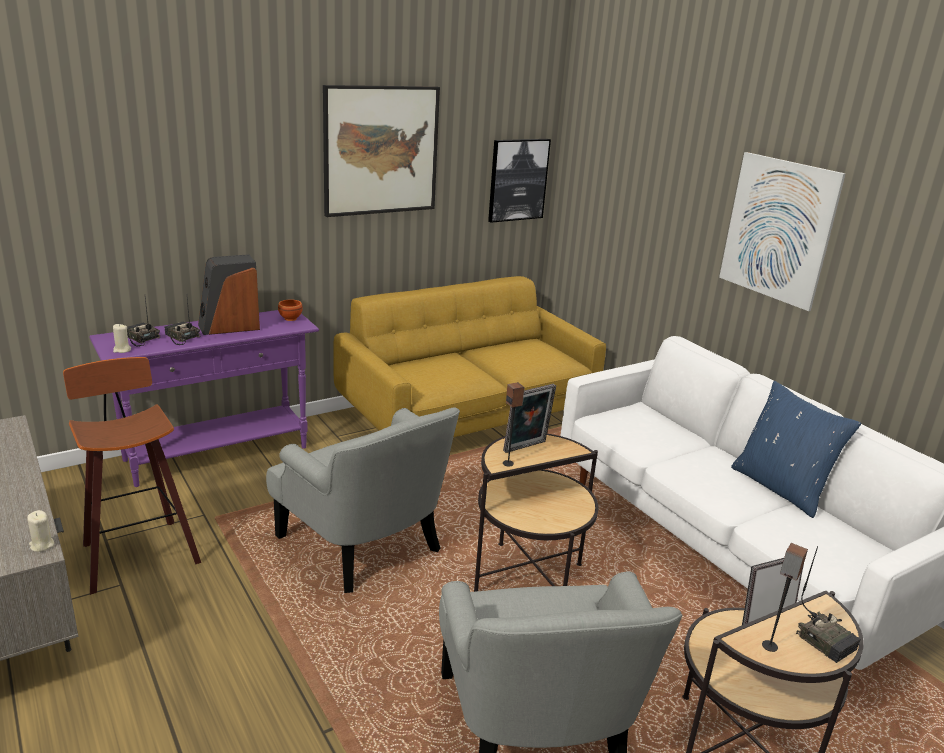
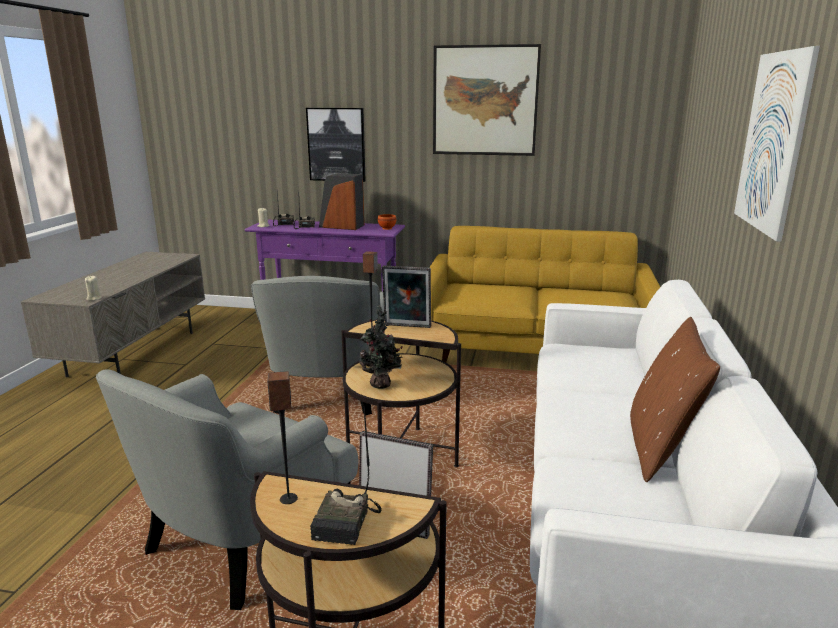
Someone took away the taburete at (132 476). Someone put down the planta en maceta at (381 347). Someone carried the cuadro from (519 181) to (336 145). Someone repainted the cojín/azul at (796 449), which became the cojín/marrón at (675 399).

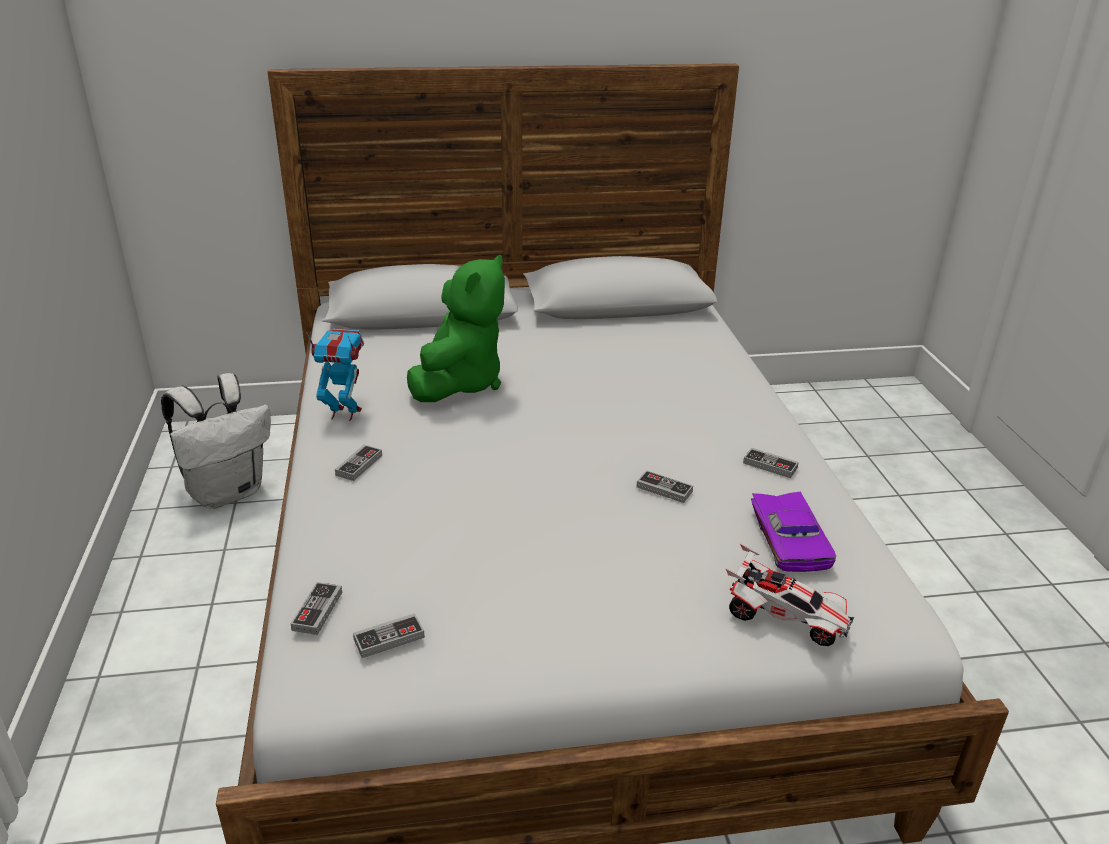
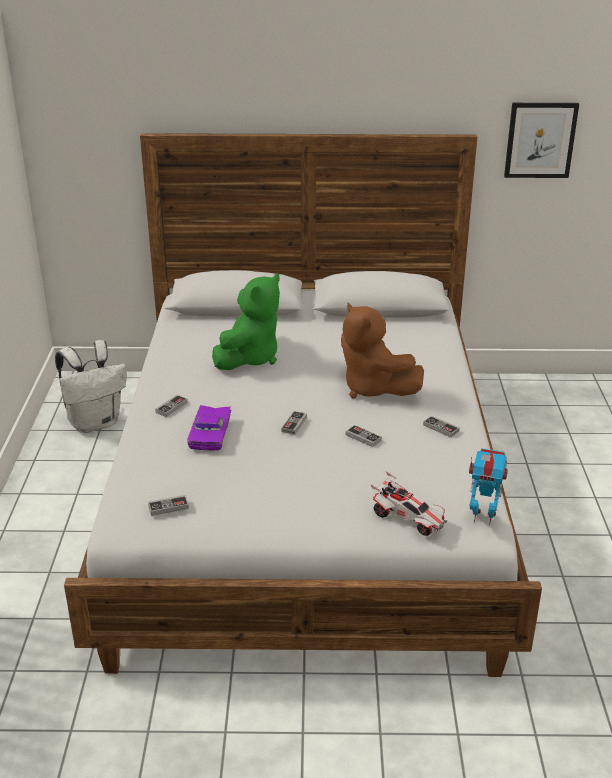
Someone put down the peluche/marrón at (382 350). Someone put up the cuadro at (541 140). Someone carried the mando de consola from (316 608) to (294 423). Someone carried the robot de juguete from (335 375) to (488 486). Someone carried the coche de juguete/morado from (793 532) to (209 427).

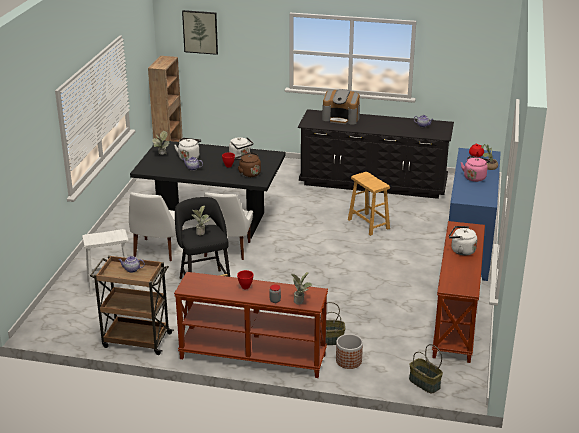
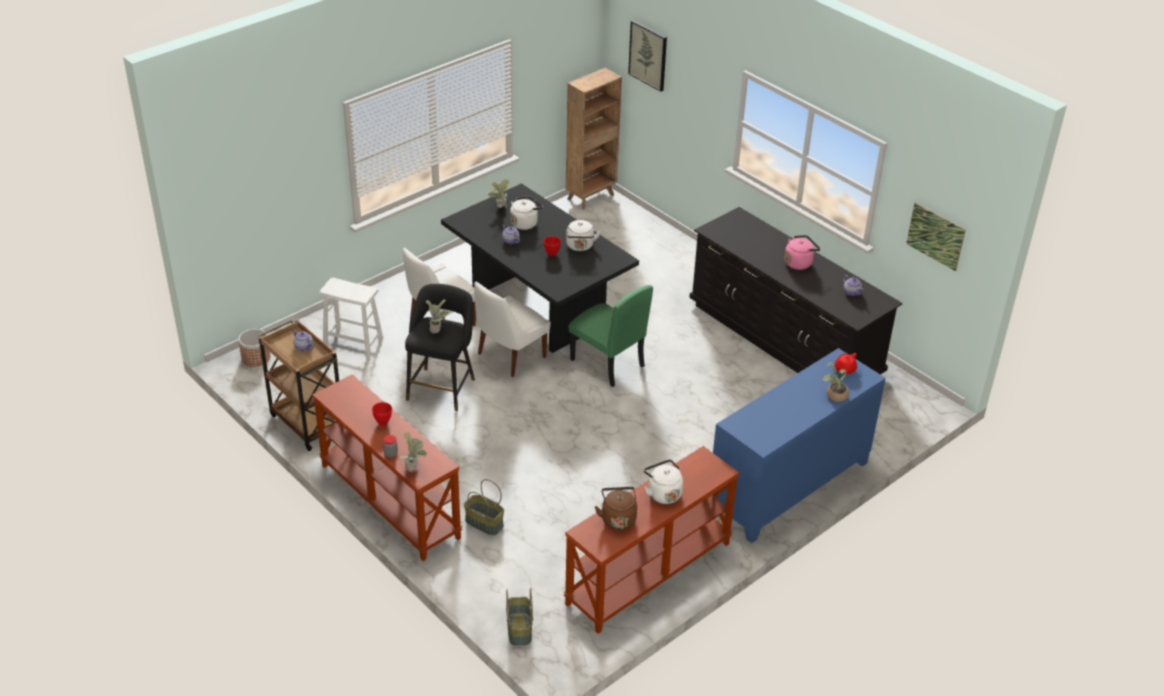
Someone took away the cafetera at (341 107). Someone took away the taburete/marrón at (369 204). Someone put down the silla/verde at (611 336). Someone put up the cuadro at (936 237). Someone carried the hervidor/marrón from (248 164) to (616 508). Someone carried the maceta from (349 351) to (254 348). Someone carried the hervidor/rosa from (475 169) to (802 252).

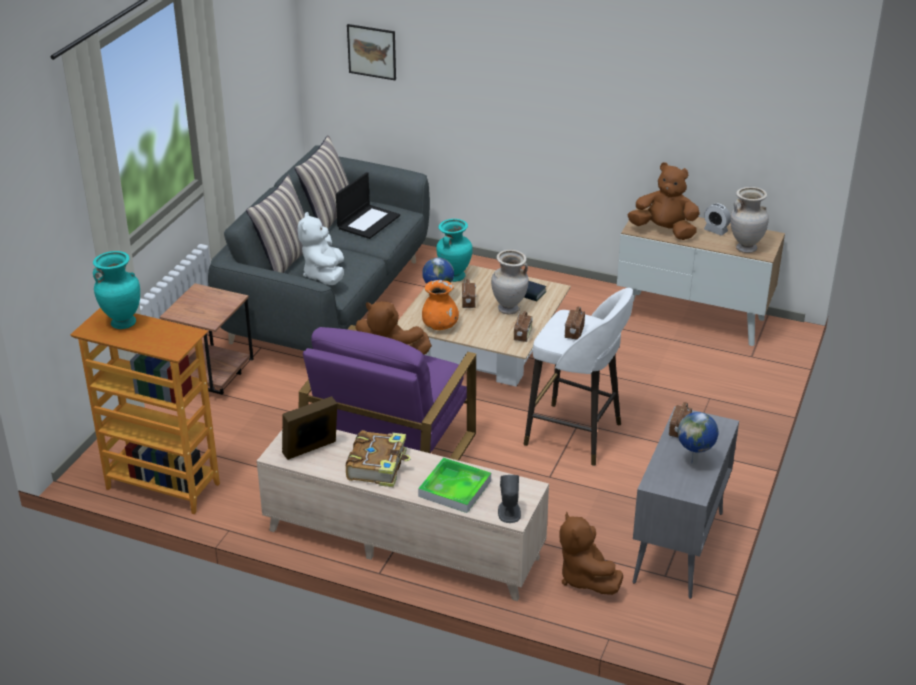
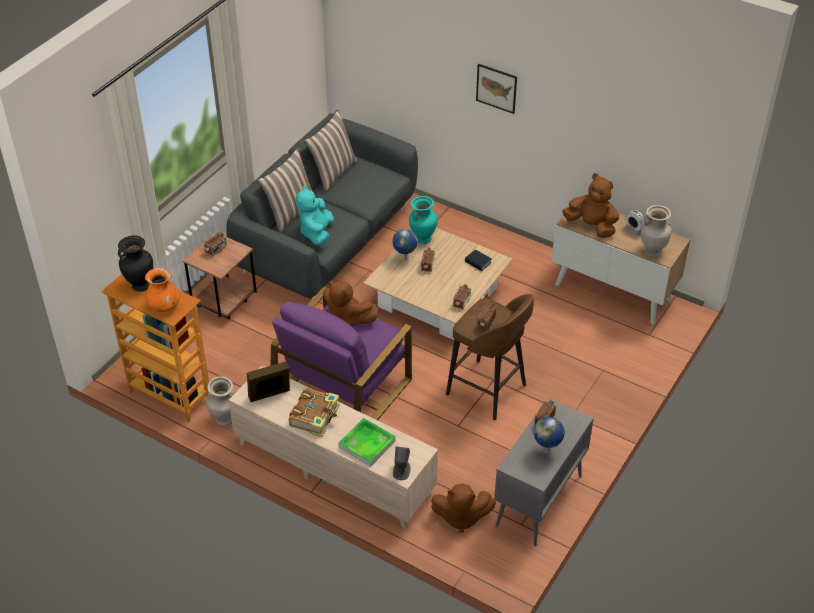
Someone took away the portátil at (368 205). Someone put down the radio at (215 242). Someone carried the cuadro from (371 52) to (496 89). Someone carried the florero/naranja from (440 305) to (162 290). Someone carried the florero/beis from (510 282) to (221 401). Someone repainted the florero/turquesa at (116 290), which became the florero/negro at (135 263). Someone repainted the peluche/blanco at (321 248), which became the peluche/turquesa at (315 215). Someone repainted the taburete/blanco at (578 377), which became the taburete/marrón at (490 357). Someone rotated the peluche/marrón at (591 553) by 75 degrees counterclockwise.

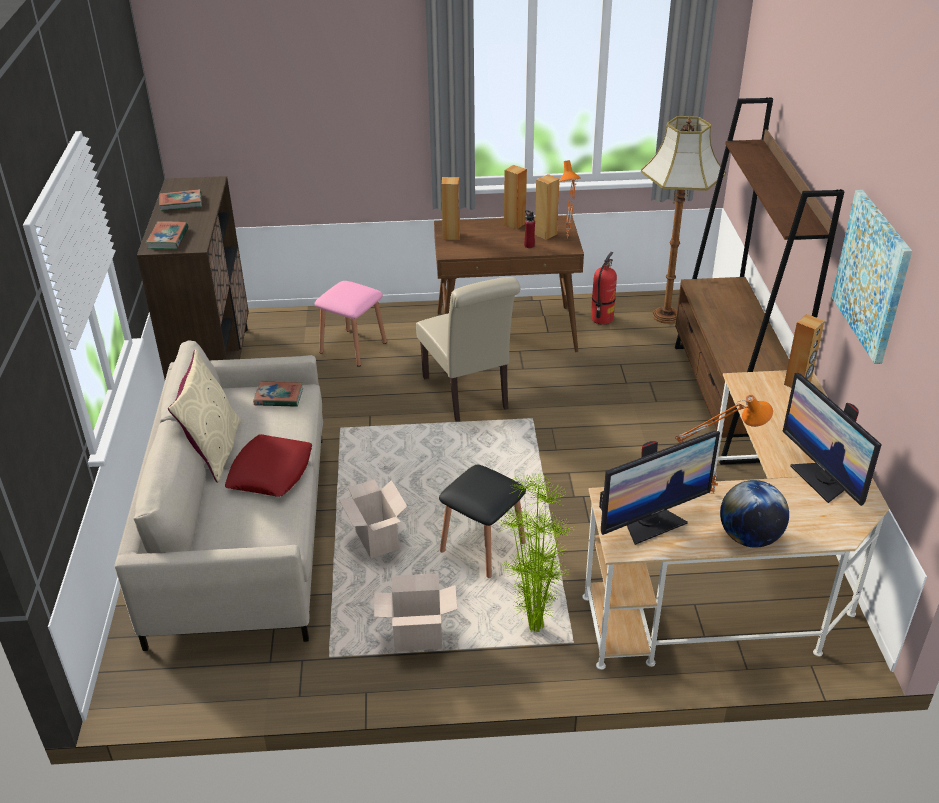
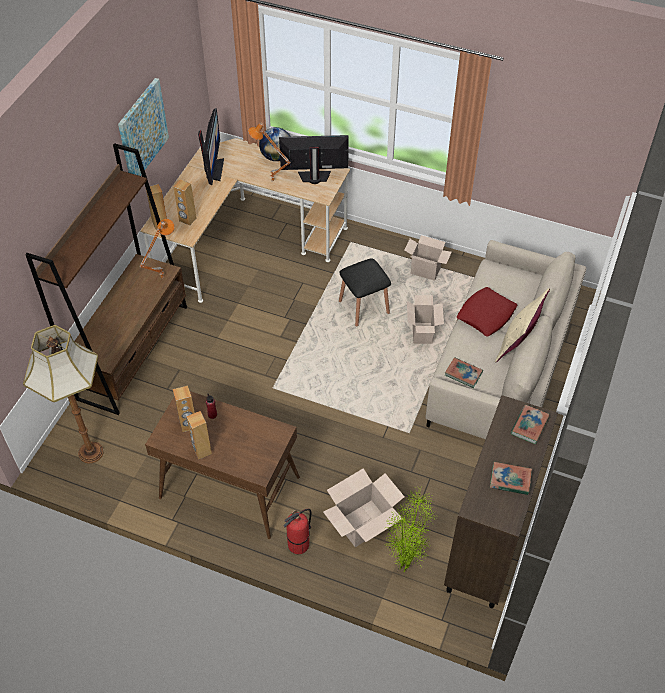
Someone took away the silla/beis at (468 349). Someone carried the altavoz/marrón from (451 208) to (185 202). Someone carried the planta en maceta from (536 553) to (410 531). Someone carried the lámpara de mesa/naranja from (570 199) to (157 249). Someone carried the extintor from (604 288) to (297 531). Someone swapped the taburete/rosa at (351 324) for the caja de cartón at (363 507).

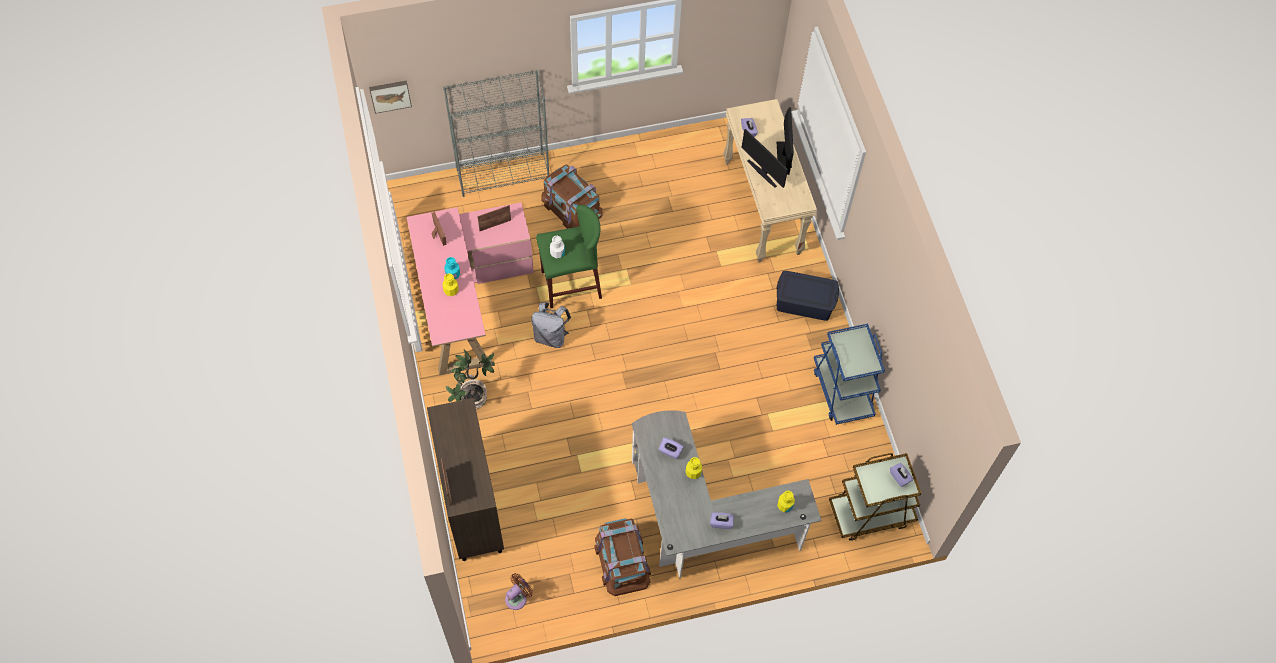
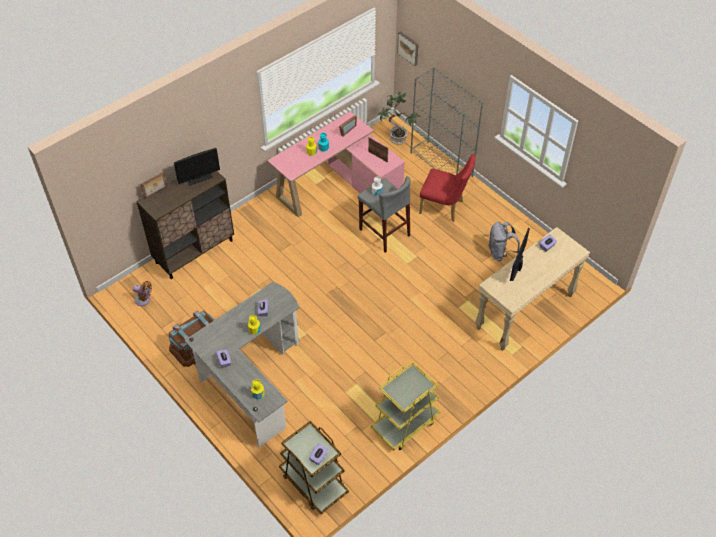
Someone took away the caja de almacenaje/azul at (807 296). Someone carried the planta en maceta from (470 379) to (399 118). Someone carried the mochila/gris from (551 325) to (504 241). Someone carried the monitor from (785 141) to (197 167). Someone swapped the caja de almacenaje/marrón at (572 196) for the silla/rojo at (447 188). Someone repainted the taburete/verde at (569 256), which became the taburete/gris at (384 214). Someone repainted the carrito/azul at (849 374), which became the carrito/amarillo at (406 406).

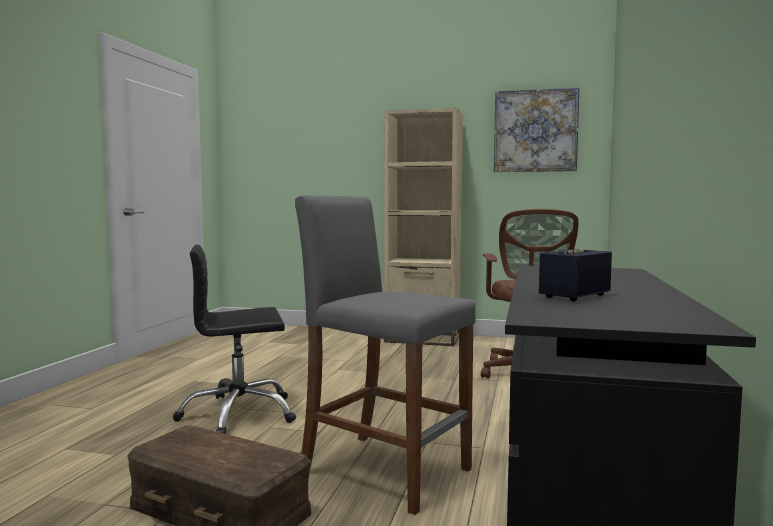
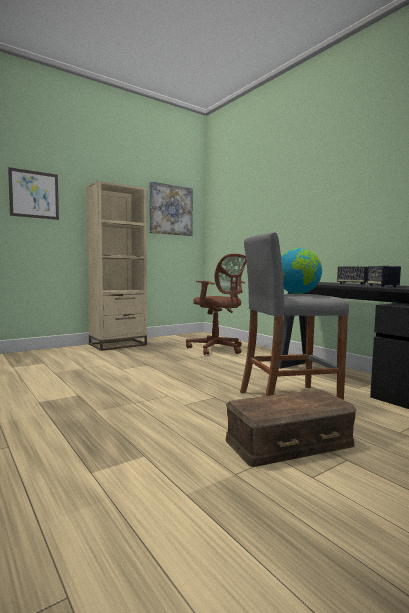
Someone took away the silla de oficina/negro at (234 339). Someone put up the cuadro at (33 193). Someone put down the globo terráqueo at (301 271). Someone put down the altavoz at (352 275).

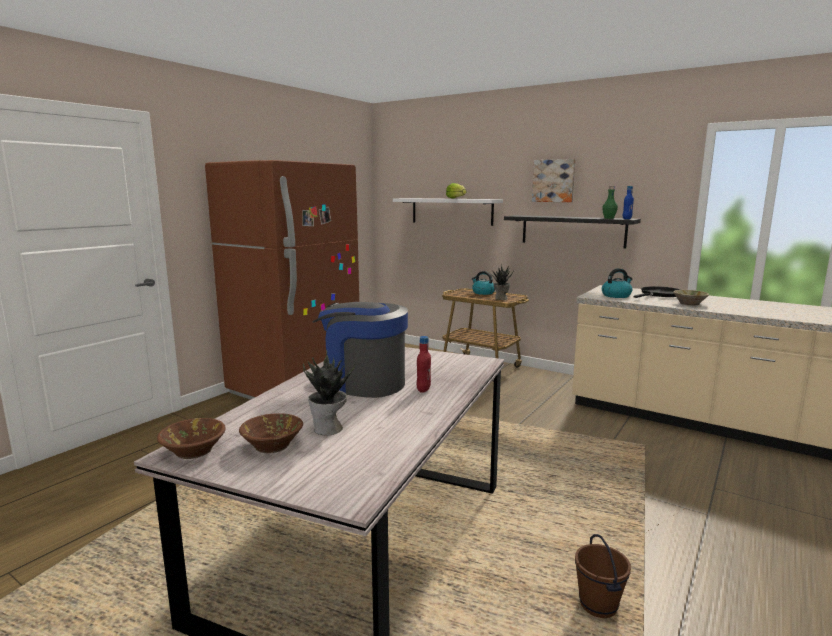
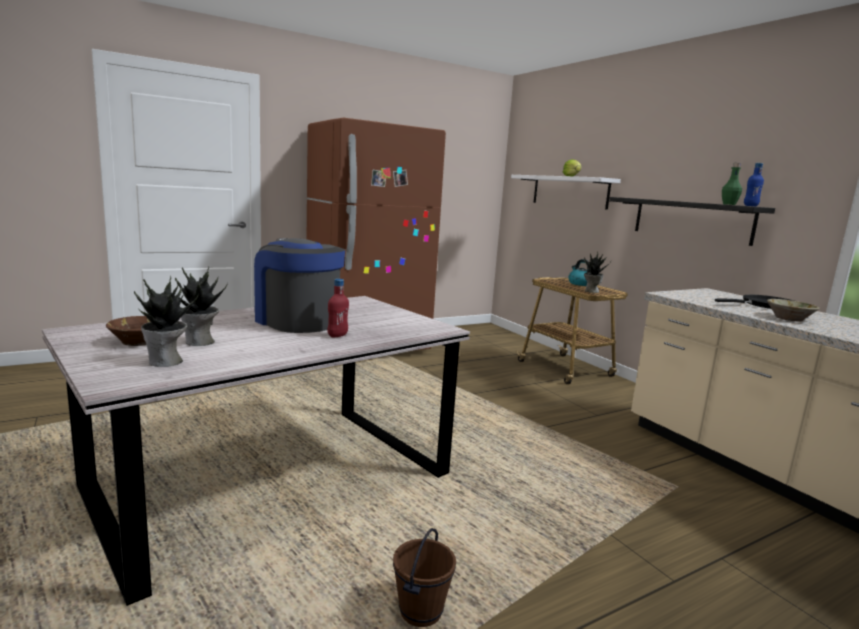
Someone took away the cuenco/marrón at (191 438). Someone took away the cuadro at (554 180). Someone took away the hervidor at (617 283). Someone put down the planta en maceta at (166 321).

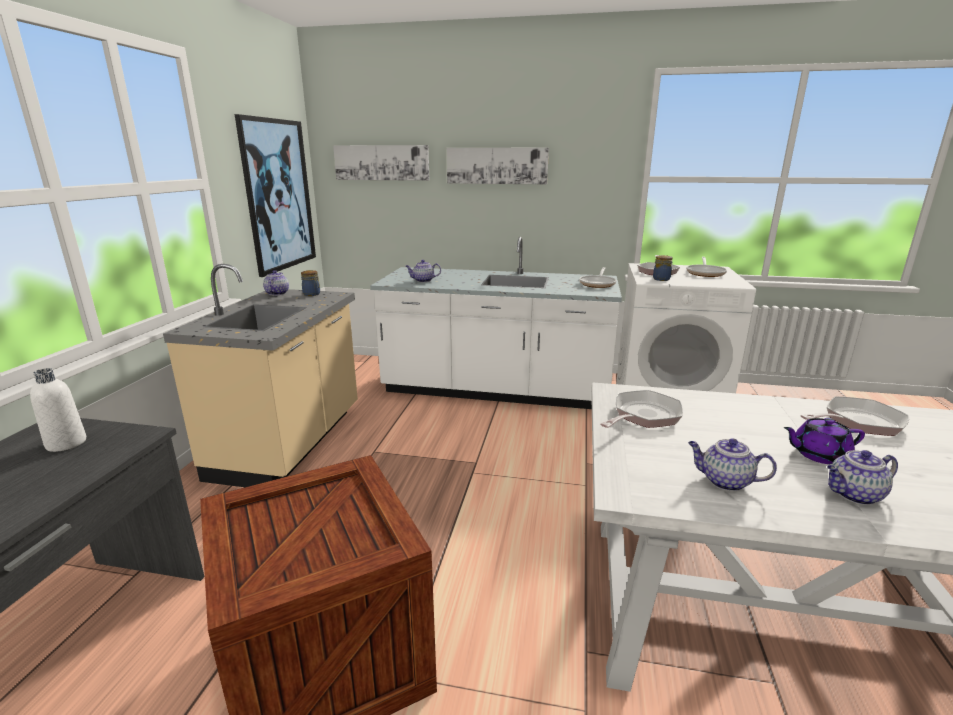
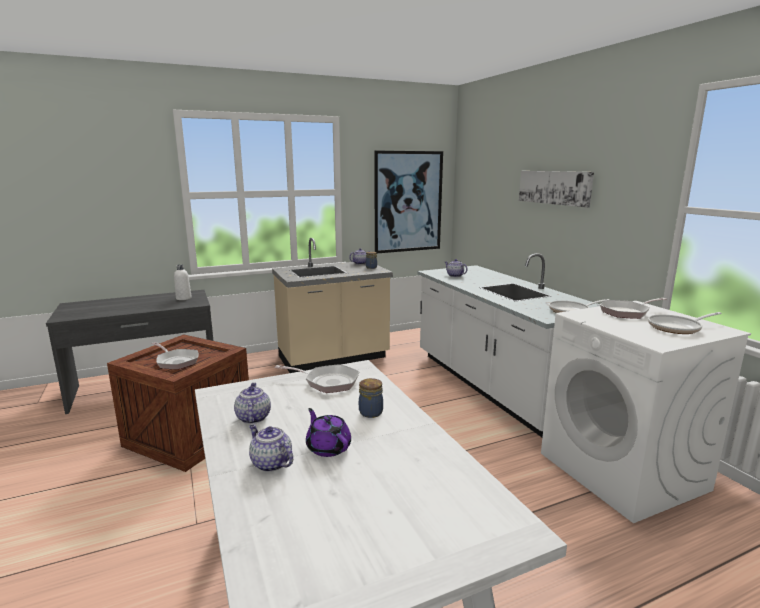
Someone took away the cuadro at (381 163). Someone carried the tarro from (663 268) to (371 398). Someone carried the sartén from (854 416) to (175 355).

